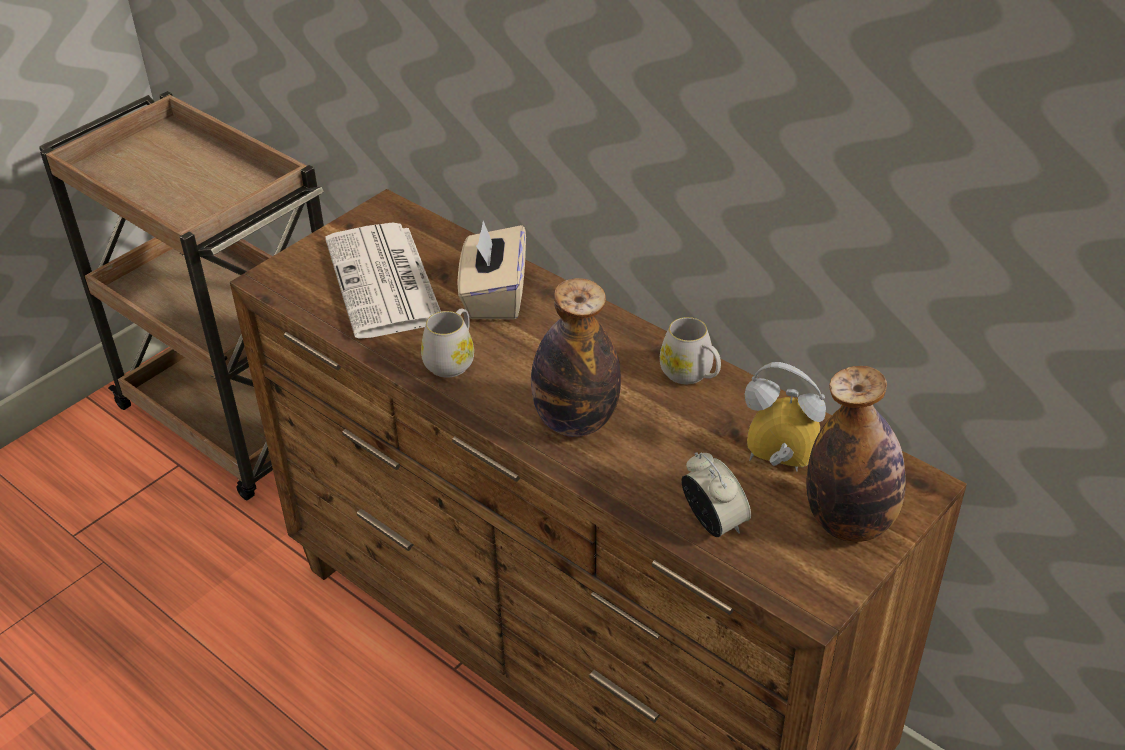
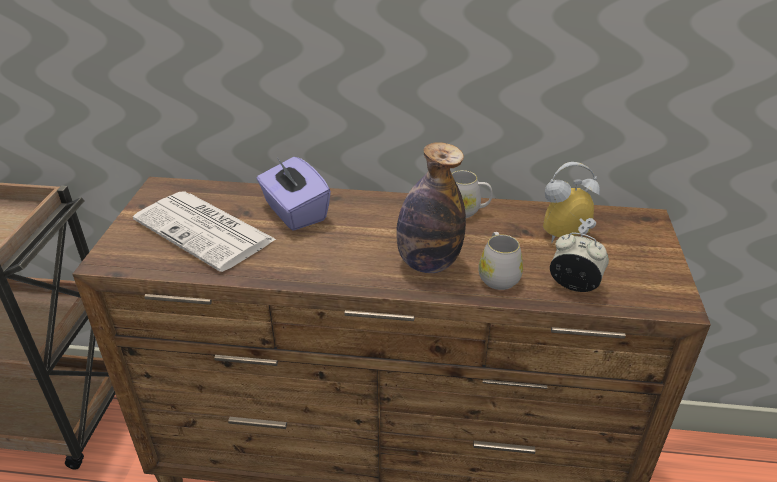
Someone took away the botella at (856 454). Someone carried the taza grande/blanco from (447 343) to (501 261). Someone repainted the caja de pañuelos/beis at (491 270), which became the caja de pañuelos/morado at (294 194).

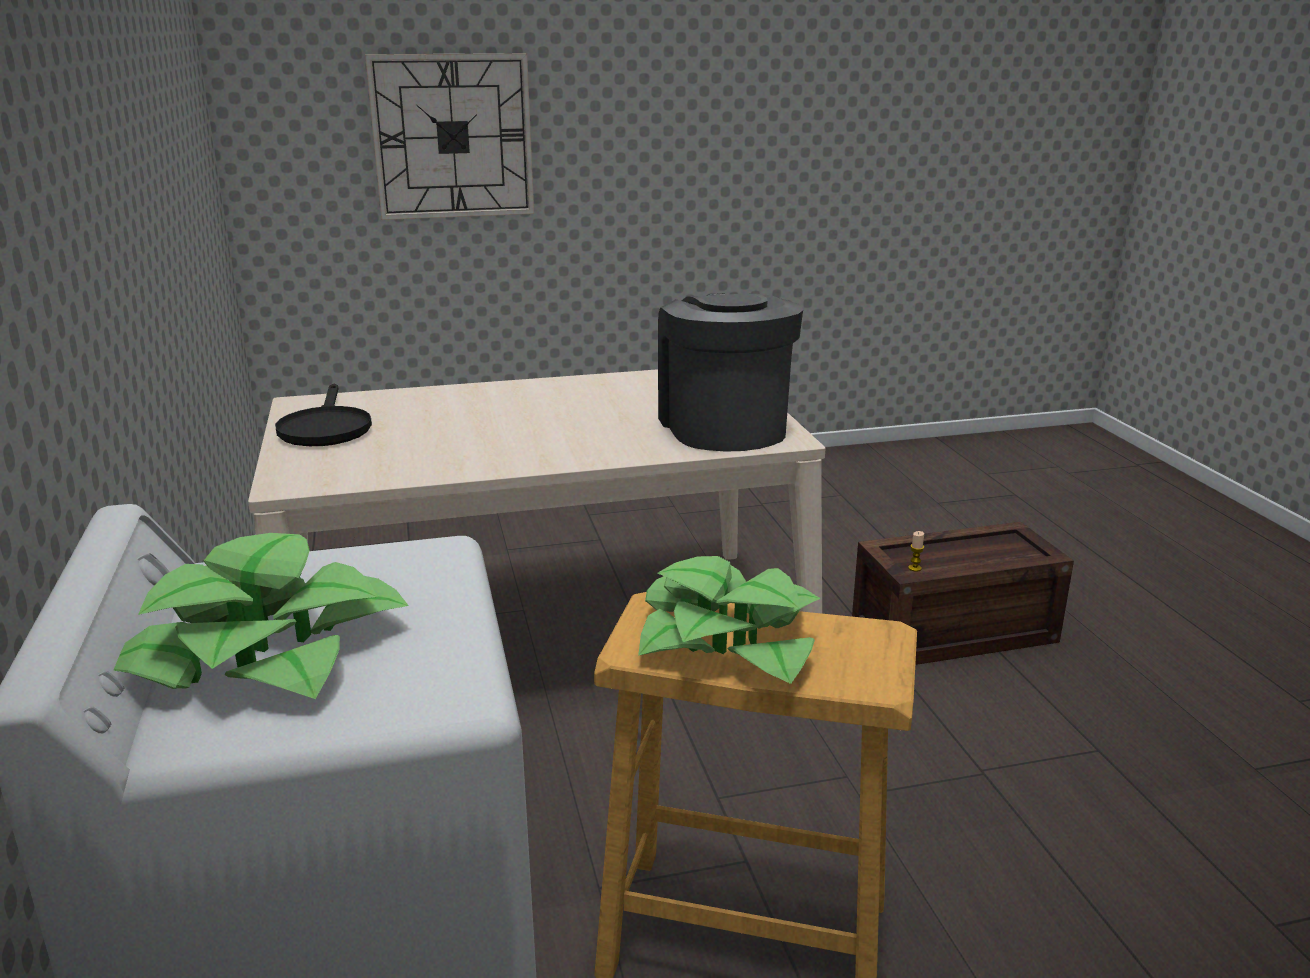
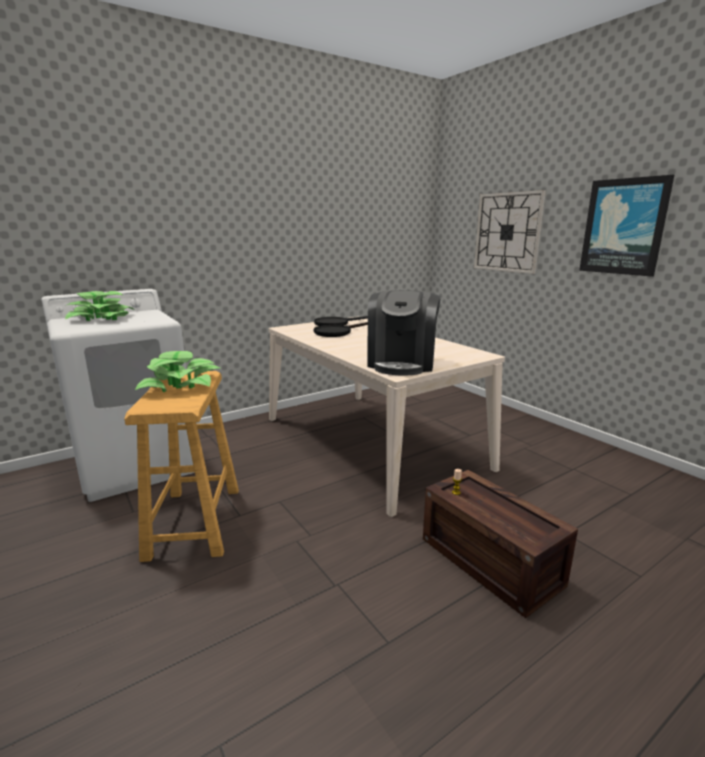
Someone put down the sartén/negro at (341 329). Someone put up the cuadro at (626 226). Someone rotated the cafetera at (730 372) by 135 degrees clockwise.

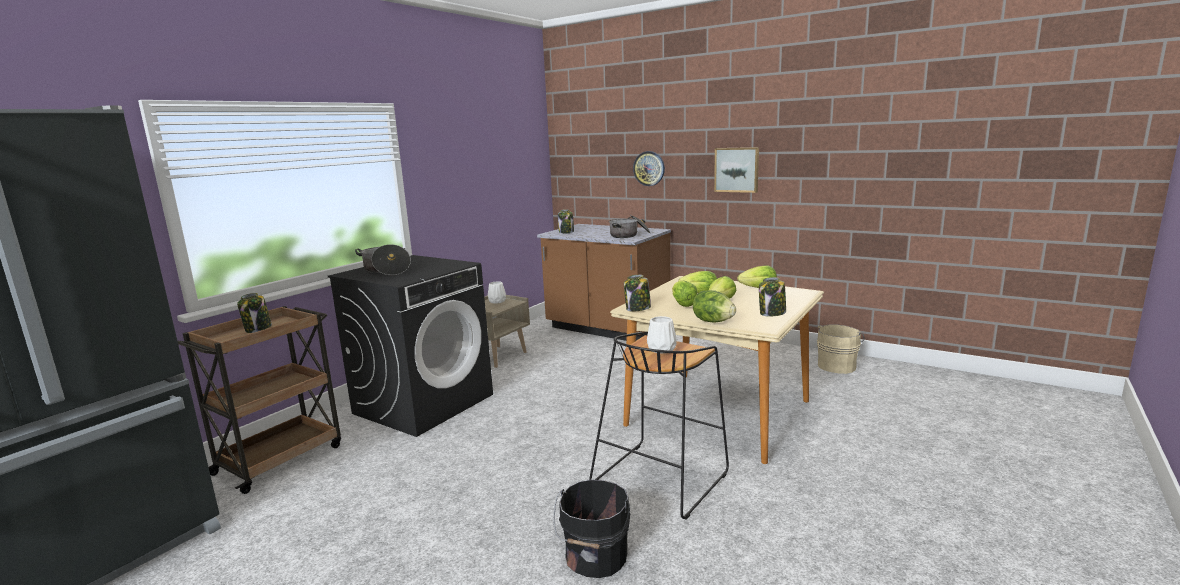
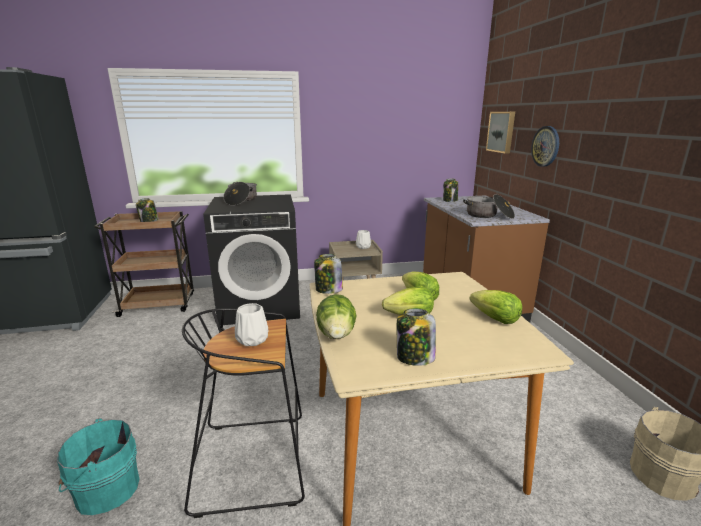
Someone took away the lechuga at (684 293). Someone carried the cuadro from (736 170) to (500 133). Someone repainted the cubo/negro at (591 529), which became the cubo/turquesa at (98 466).

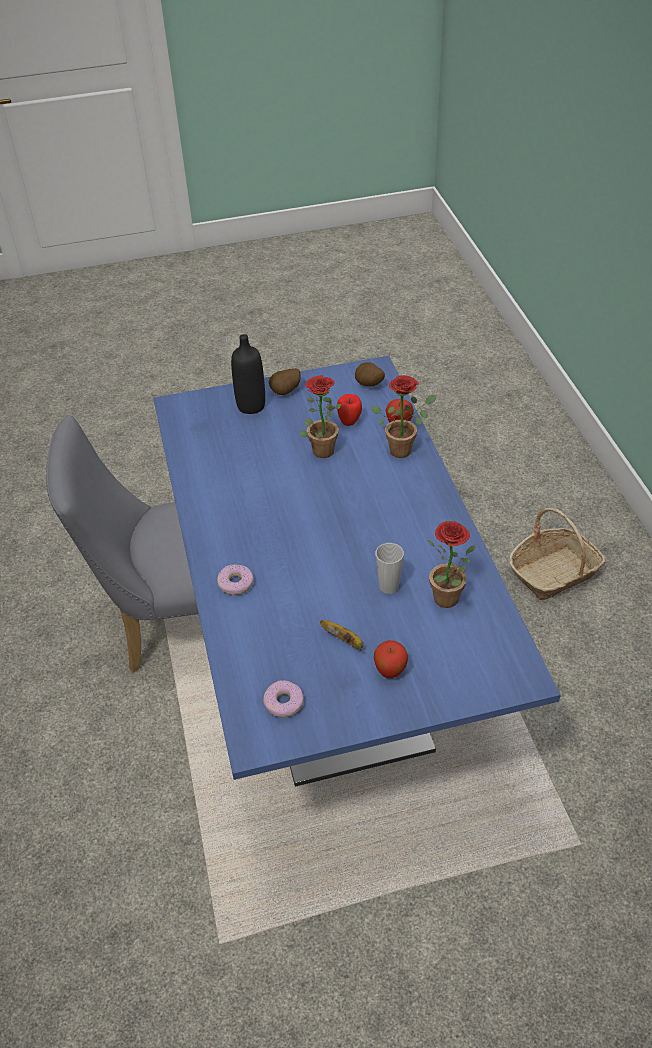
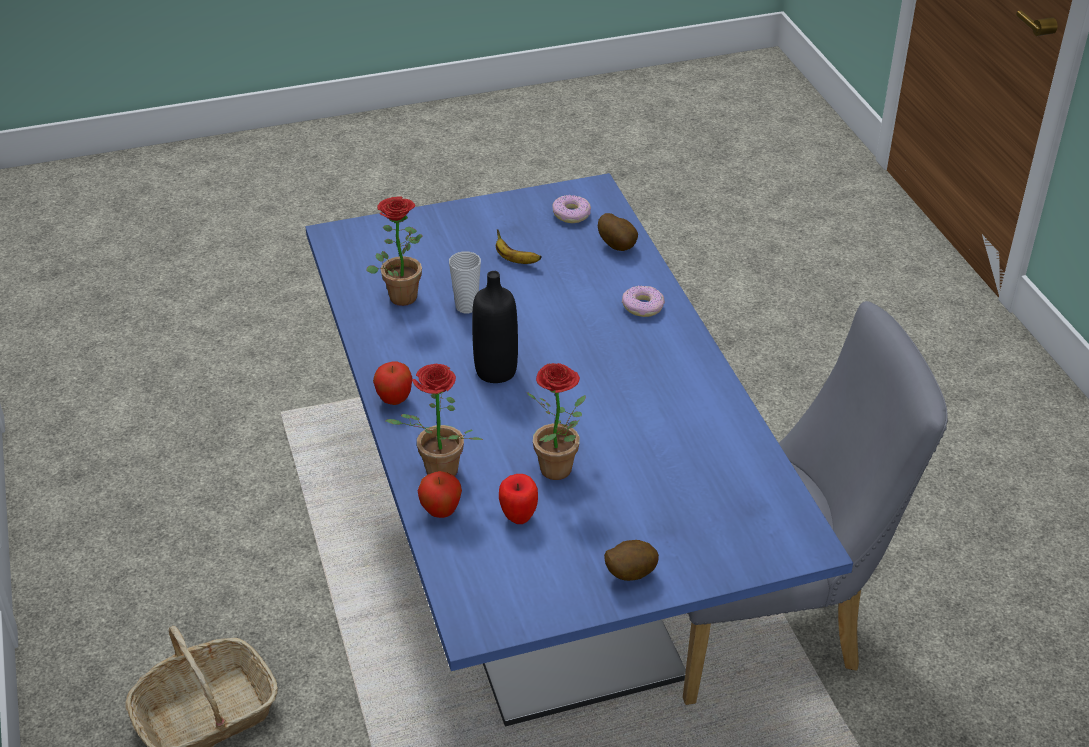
Someone carried the botella/negro from (248 374) to (495 327). Someone carried the patata from (370 374) to (618 232). Someone carried the manzana from (391 659) to (392 383).

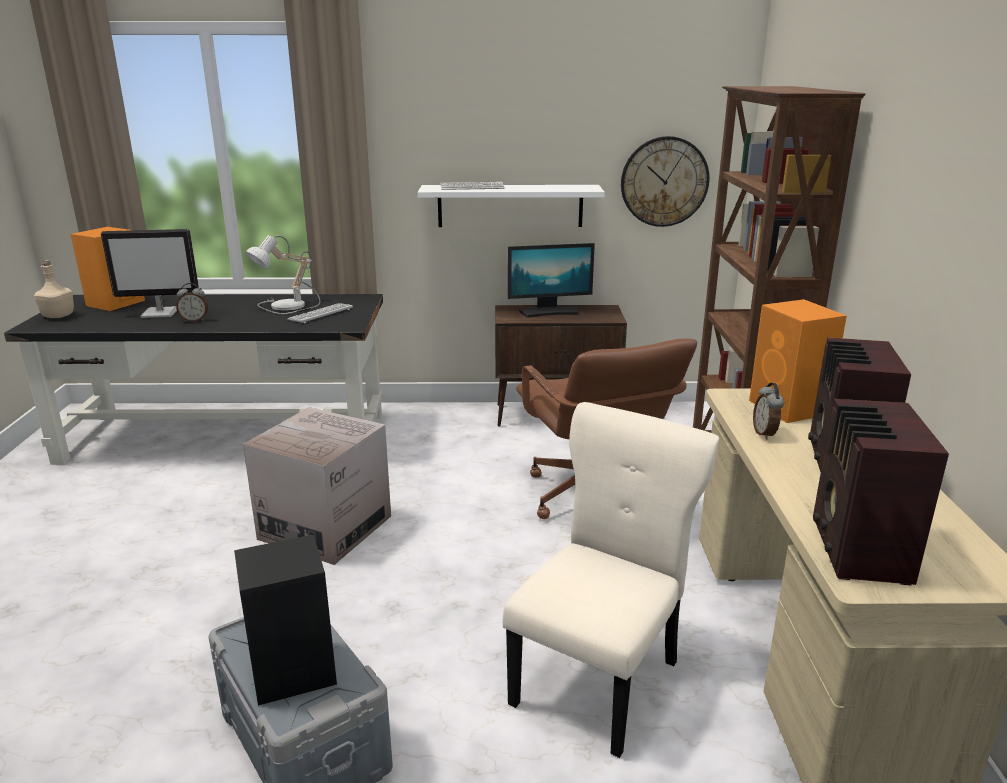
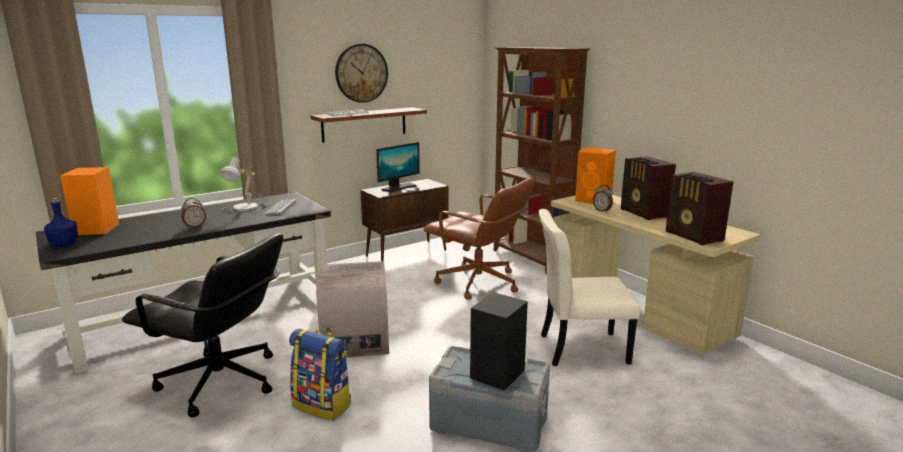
Someone took away the monitor at (150 273). Someone put down the silla de oficina/negro at (202 325). Someone put down the mochila at (320 374). Someone carried the reloj de pared from (665 181) to (361 73). Someone repainted the botella/beis at (54 289), which became the botella/azul at (61 222). Someone repainted the estante/blanco at (511 206), which became the estante/marrón at (368 125). Someone rotated the silla/beis at (610 580) by 90 degrees counterclockwise.

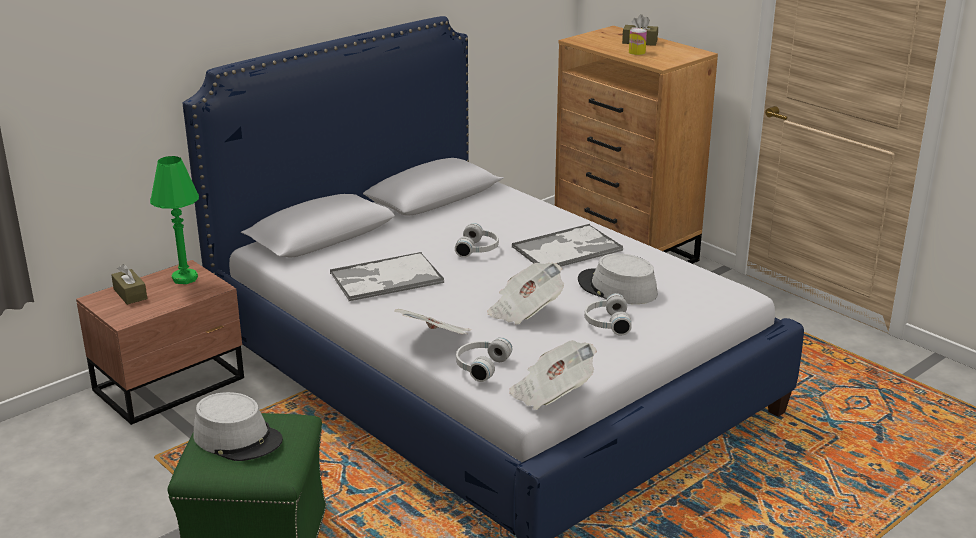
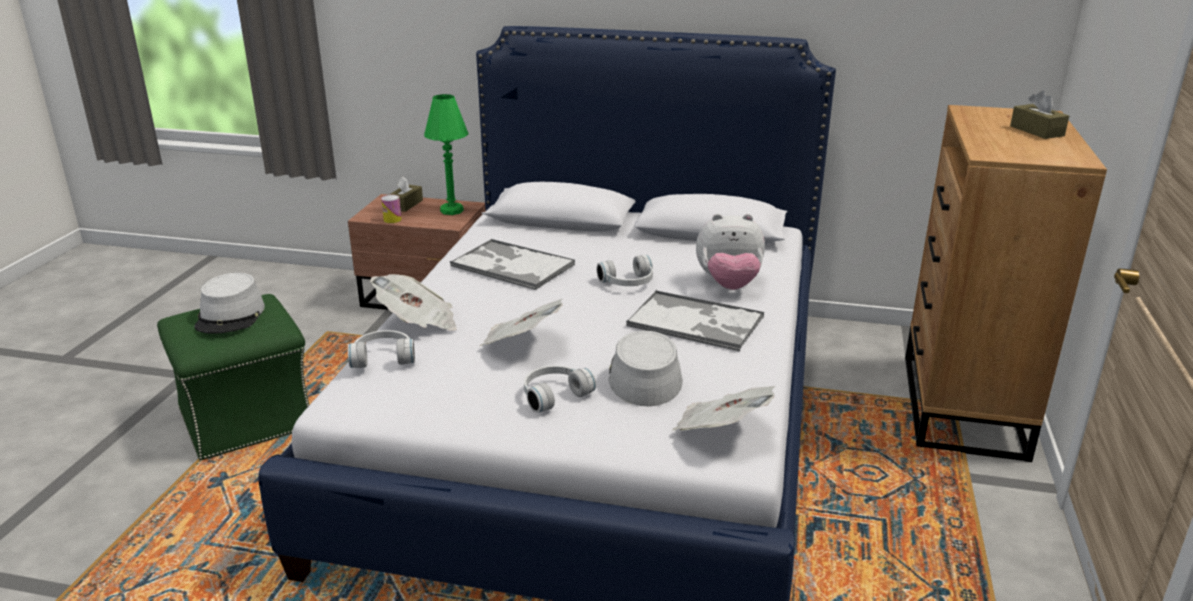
Someone put down the peluche at (730 252). Someone carried the periódico from (553 375) to (723 408). Someone carried the lata from (638 41) to (391 209).

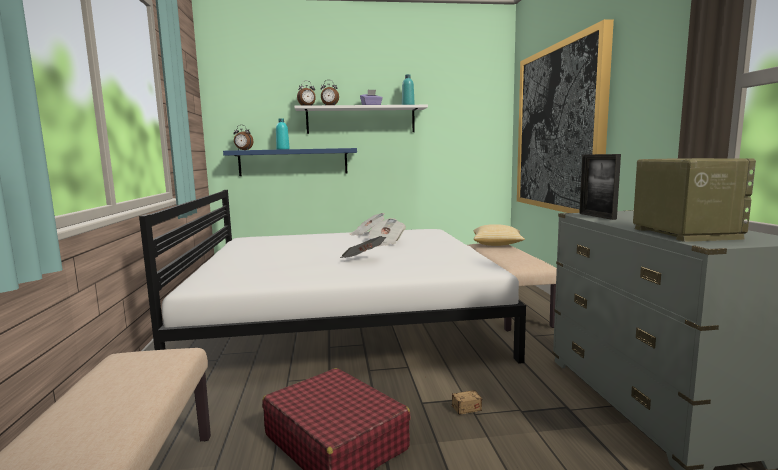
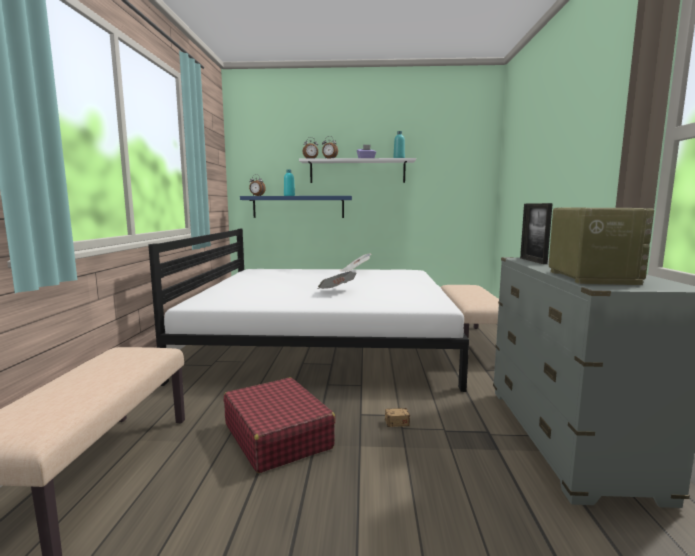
Someone took away the periódico at (387 232). Someone took away the cojín at (499 235). Someone took away the cuadro at (565 116).

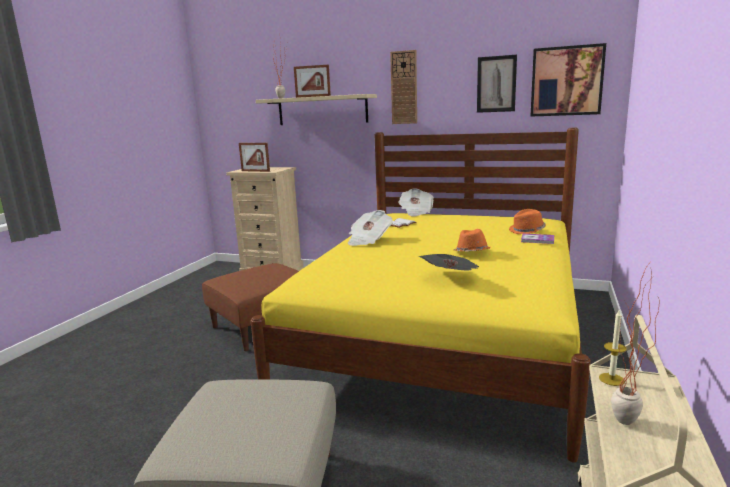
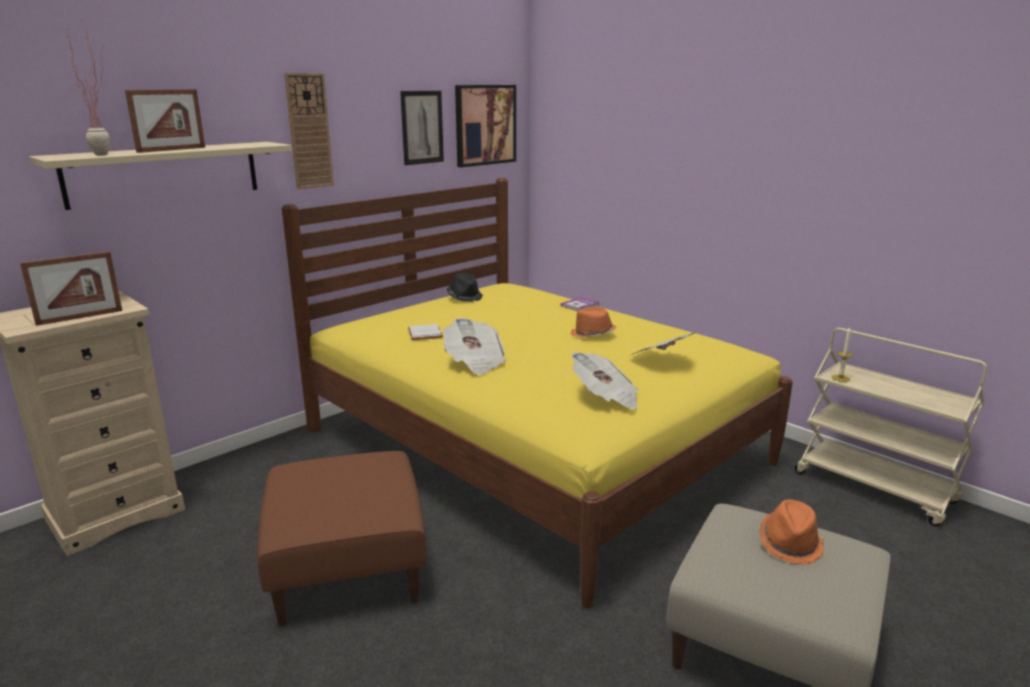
Someone took away the planta en maceta at (635 344). Someone put down the sombrero/negro at (465 287). Someone carried the periódico from (416 202) to (604 381). Someone carried the sombrero/naranja from (527 221) to (792 532).

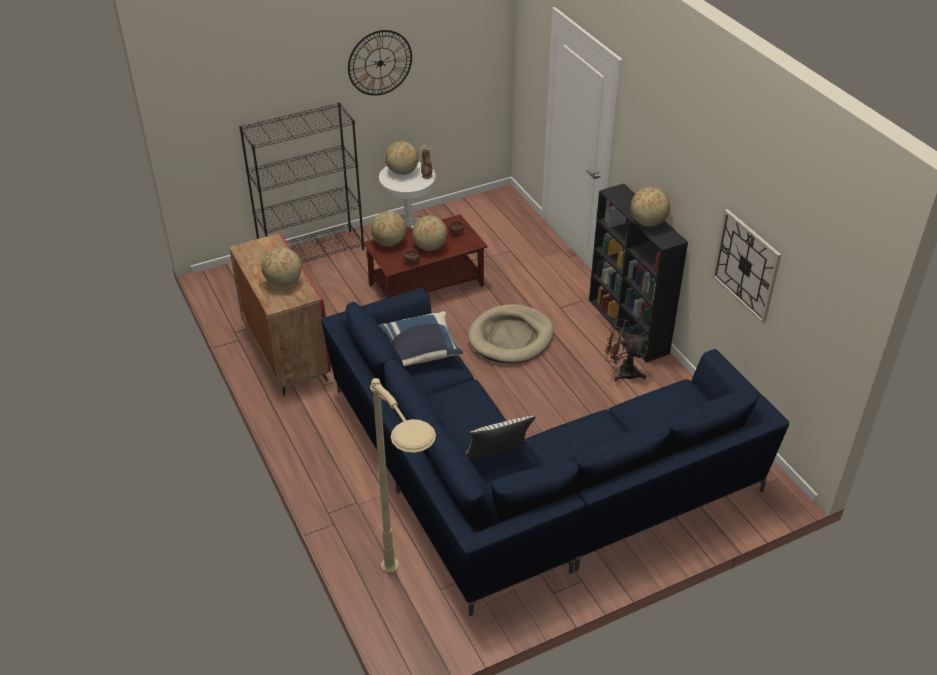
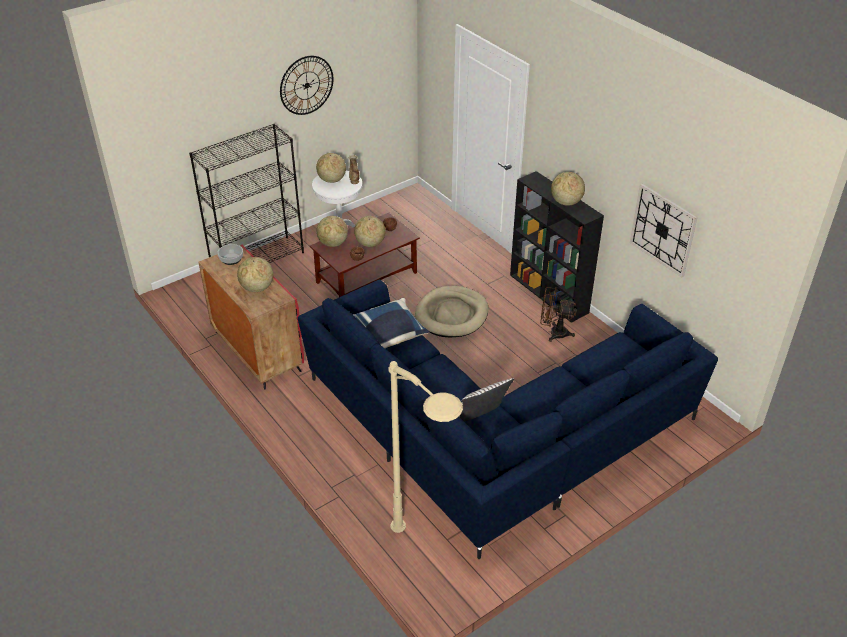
Someone put down the cuenco at (230 254).

